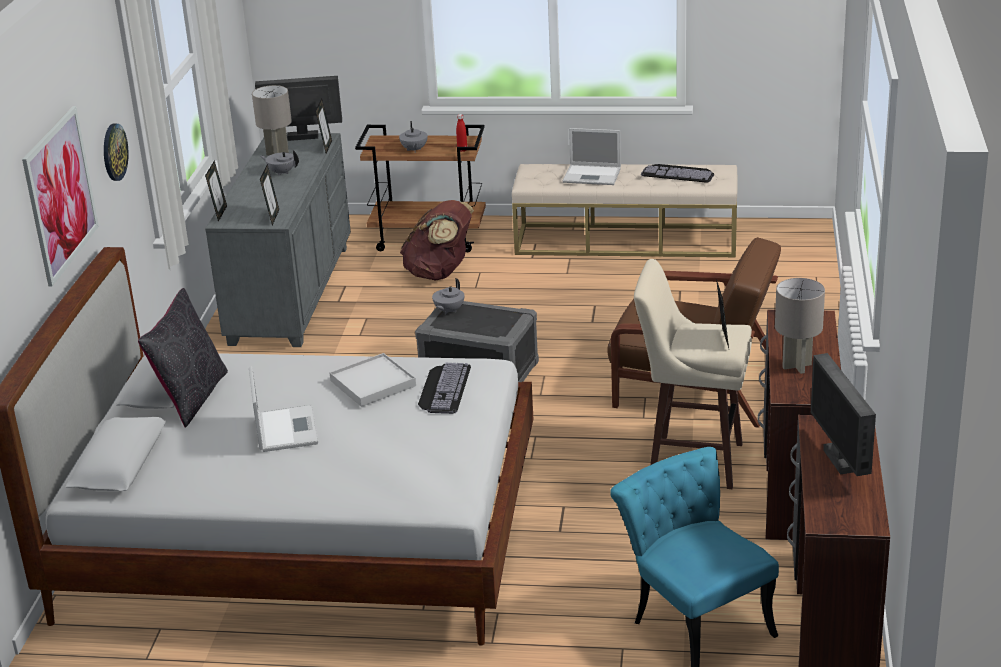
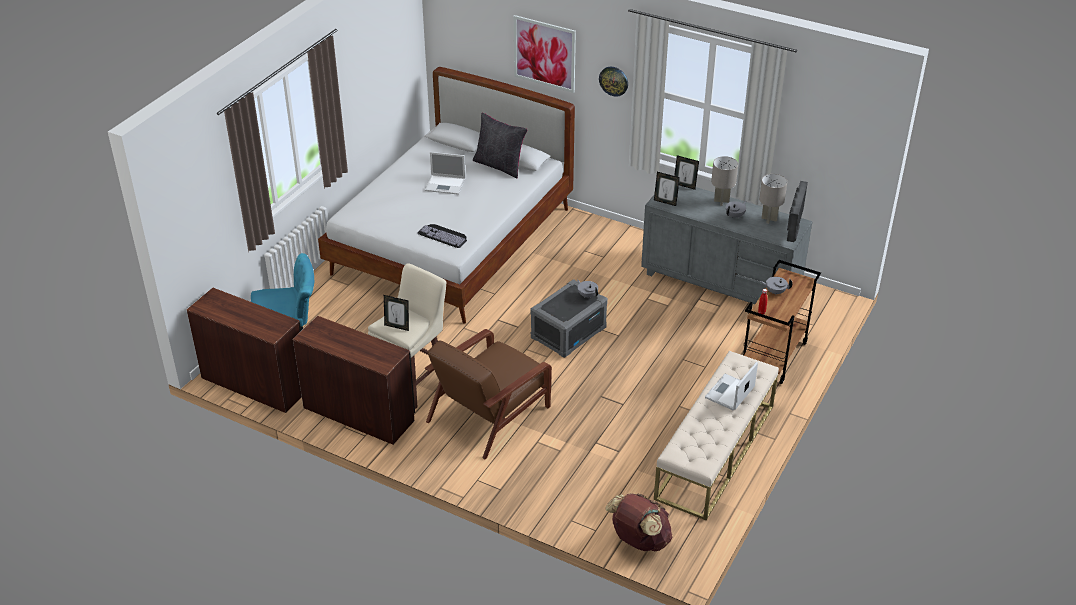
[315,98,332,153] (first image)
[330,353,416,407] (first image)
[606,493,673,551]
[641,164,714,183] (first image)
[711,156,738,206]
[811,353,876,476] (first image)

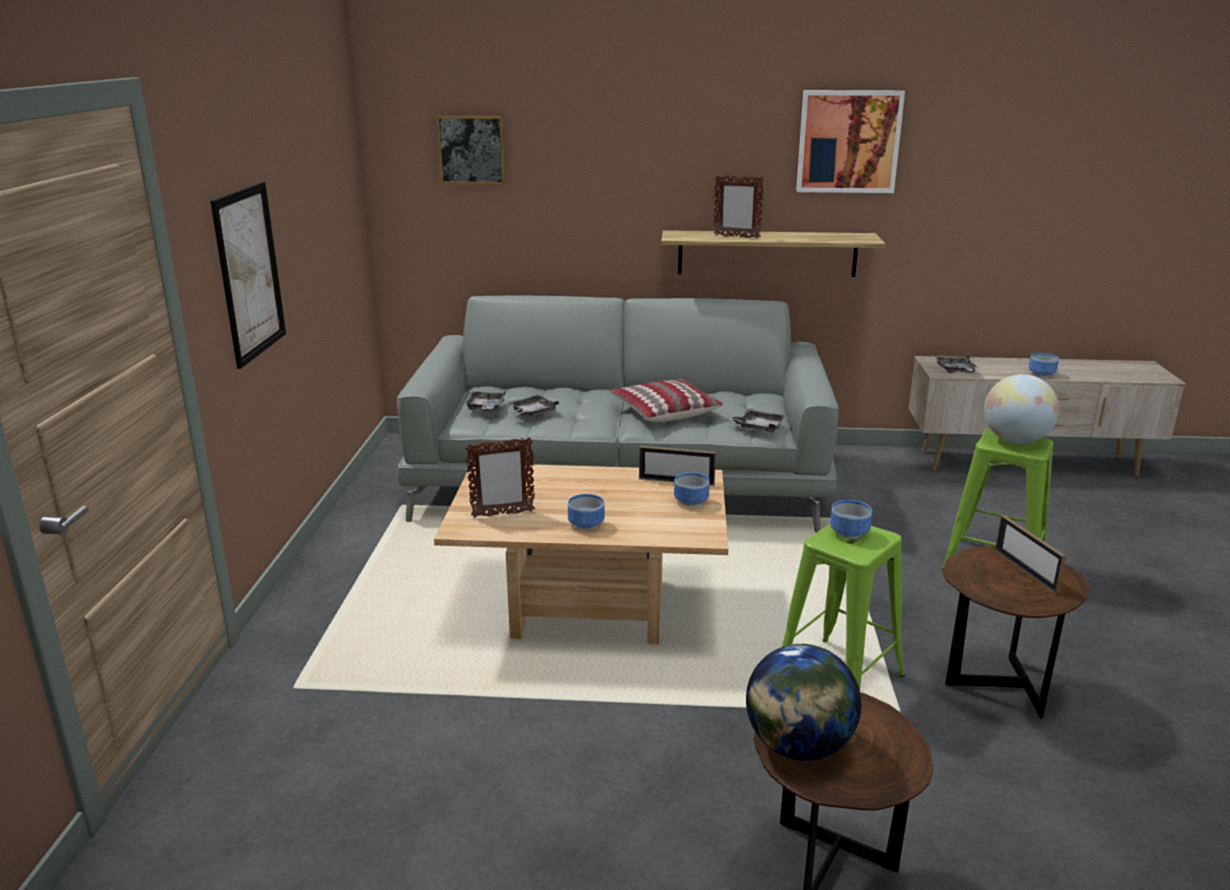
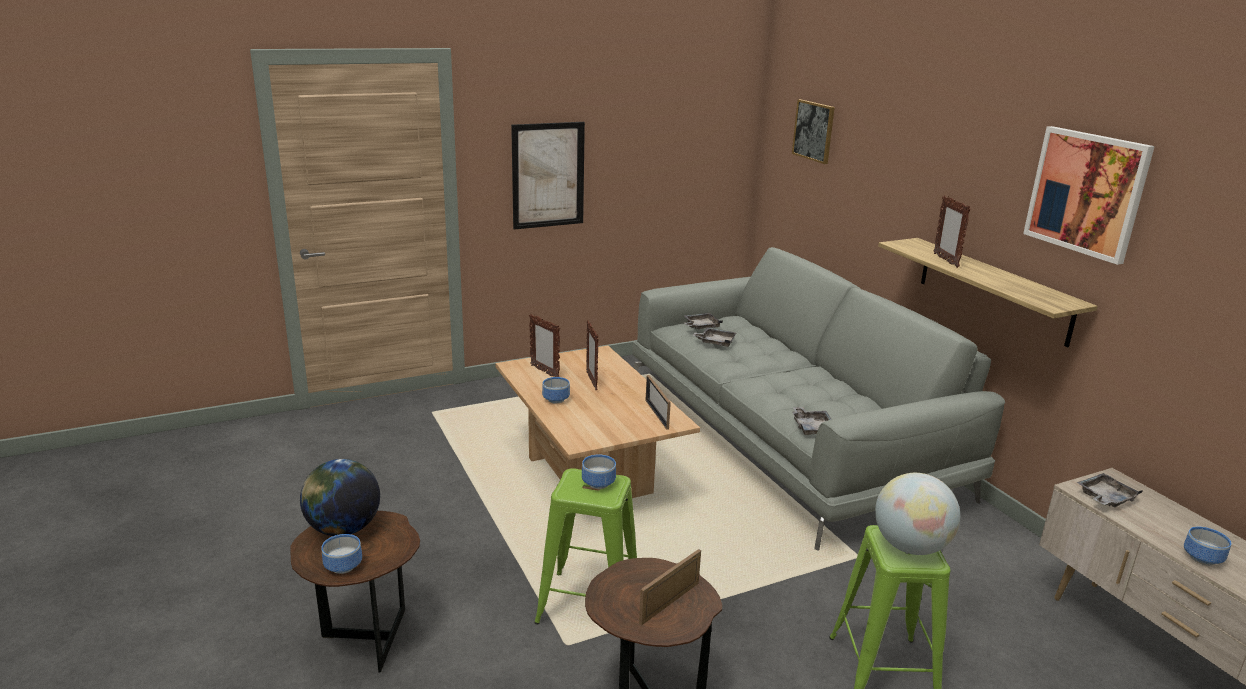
[610,379,723,422] (first image)
[321,534,362,574]
[586,320,599,391]

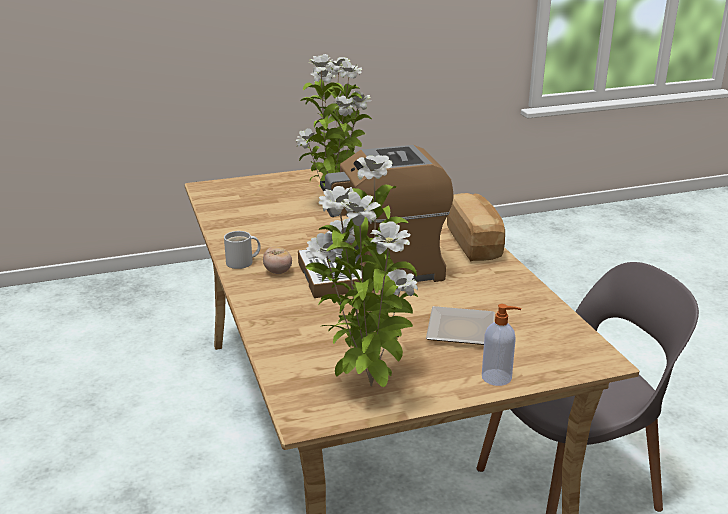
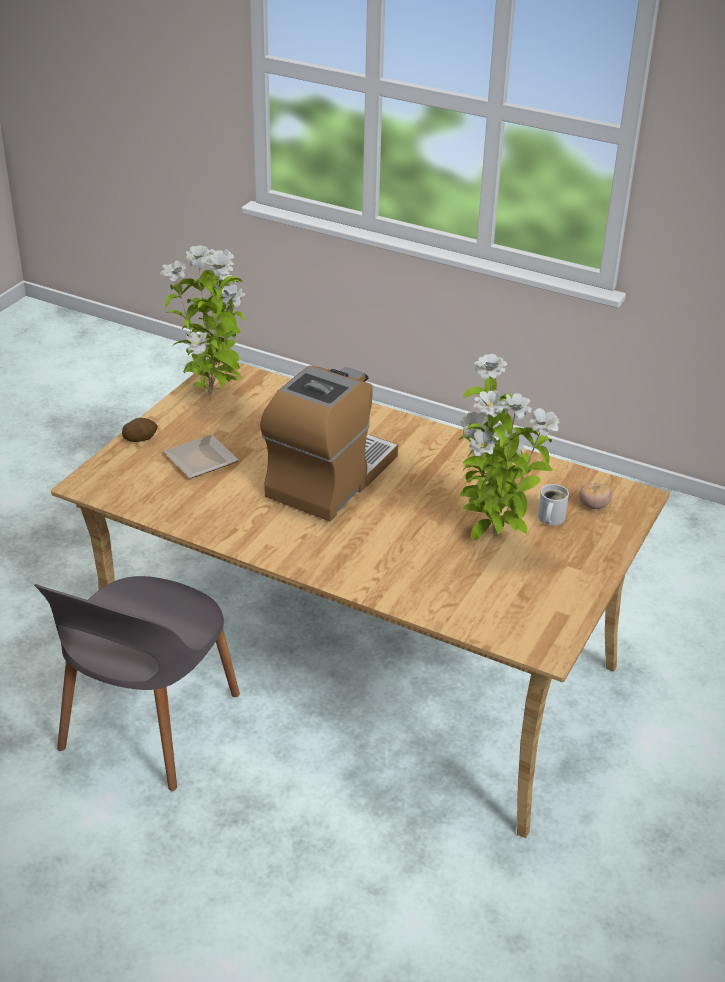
[538,484,569,525]
[579,483,612,509]
[447,193,505,261] (first image)
[122,418,158,442]

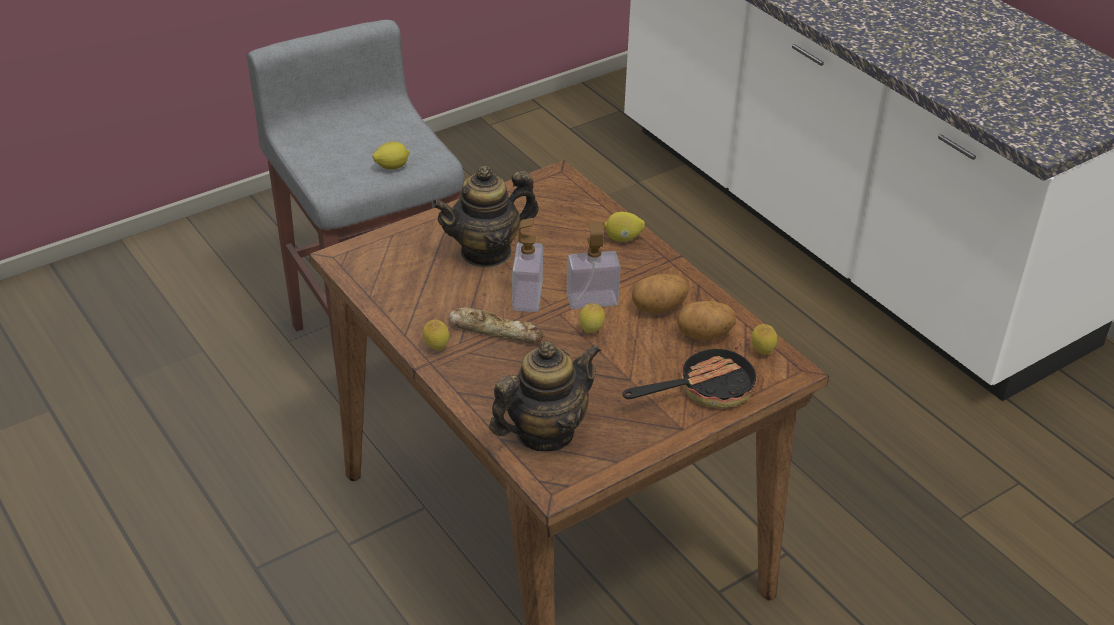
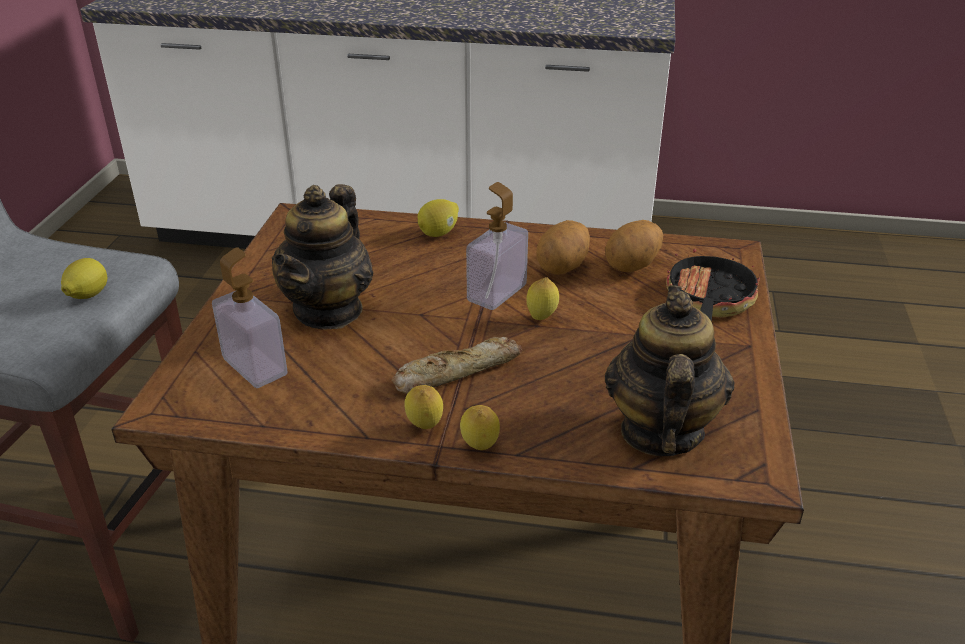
[212,247,287,388]
[460,405,500,450]

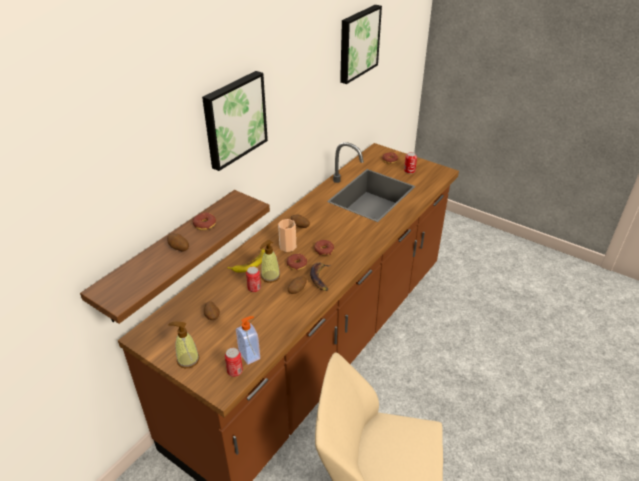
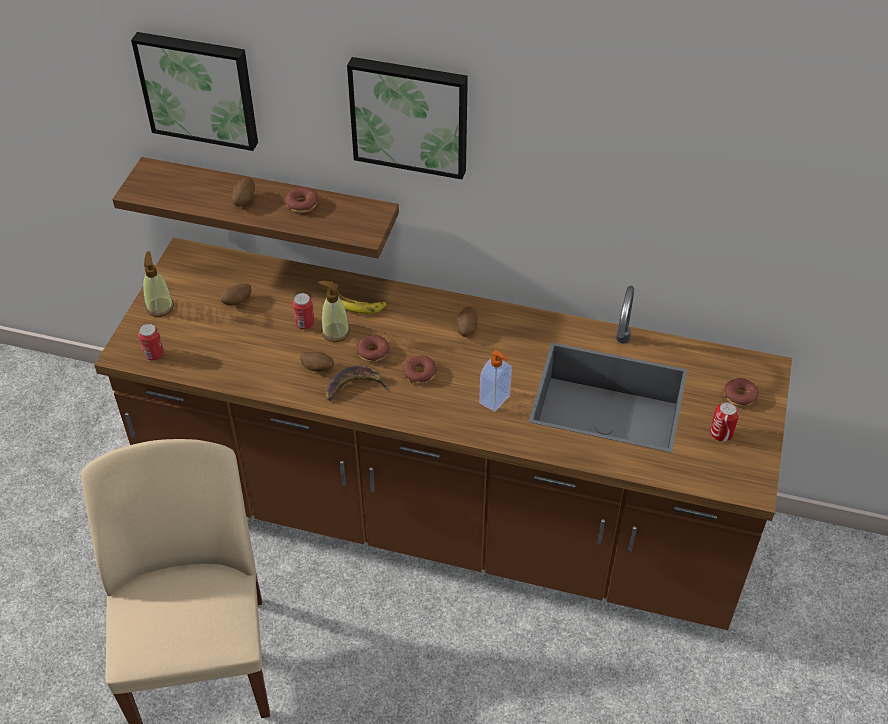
[479,350,512,412]
[278,219,296,252] (first image)
[131,32,258,151]

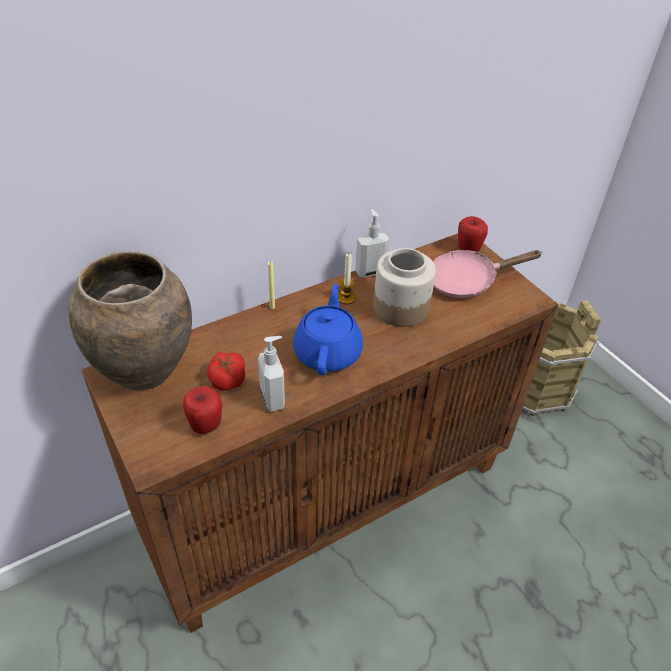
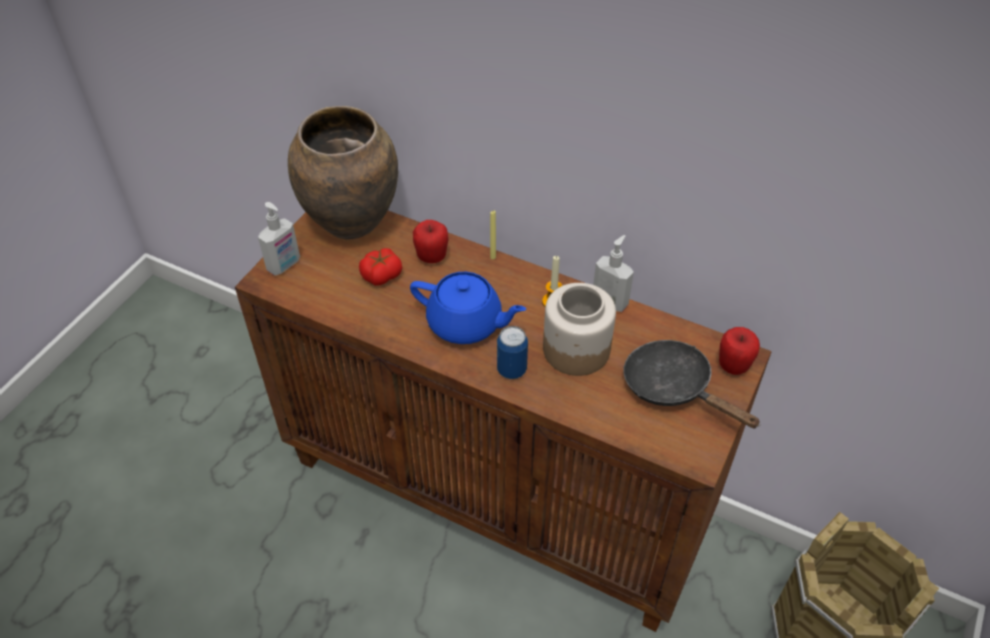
[413,220,449,263]
[258,202,300,276]
[410,272,526,344]
[623,340,761,428]
[497,326,528,379]

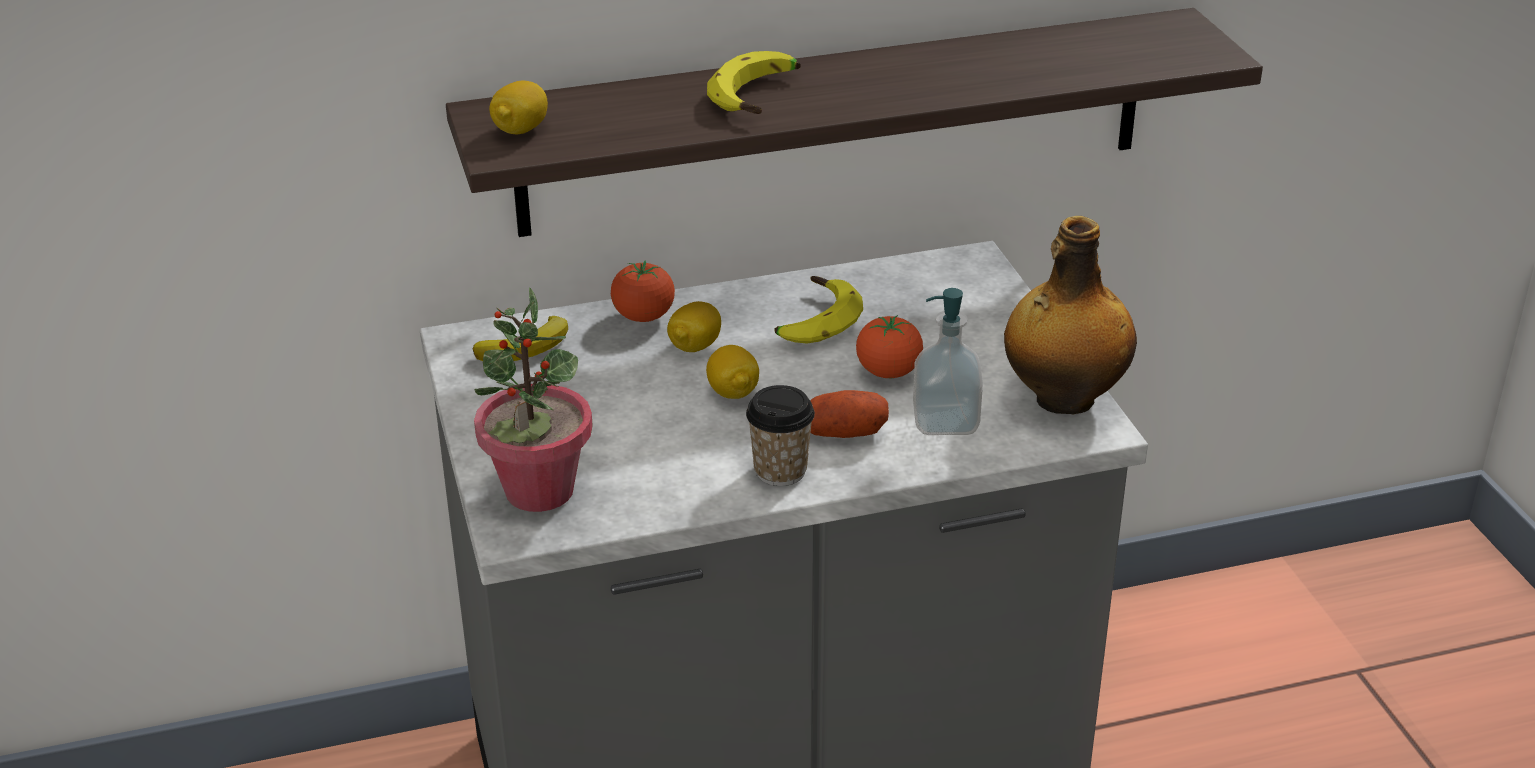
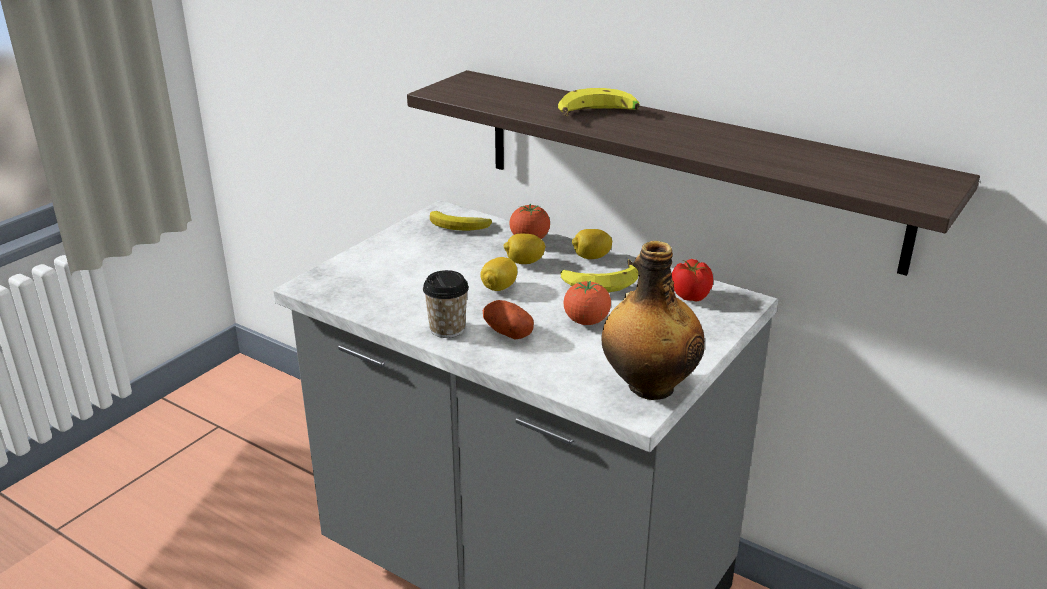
[474,287,593,512] (first image)
[572,229,612,259]
[913,288,983,435] (first image)
[672,259,713,302]

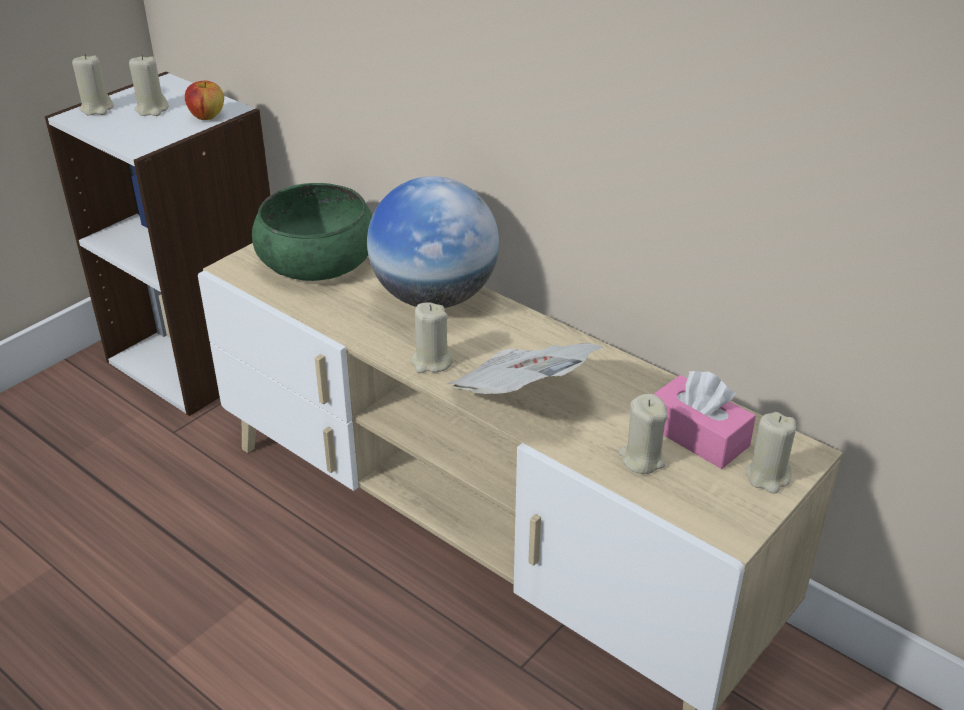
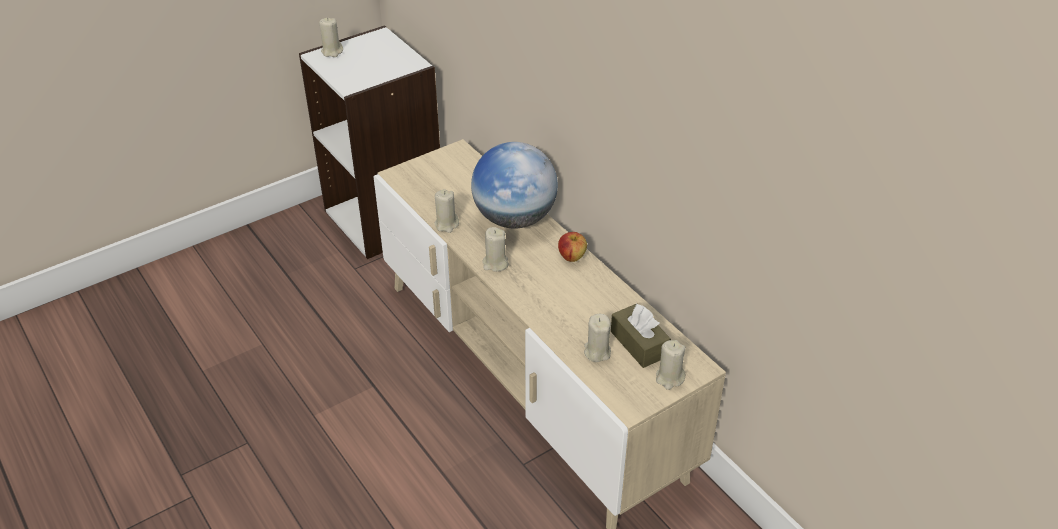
[434,189,459,233]
[558,232,587,262]
[252,183,372,281] (first image)
[447,343,603,394] (first image)
[611,303,671,368]

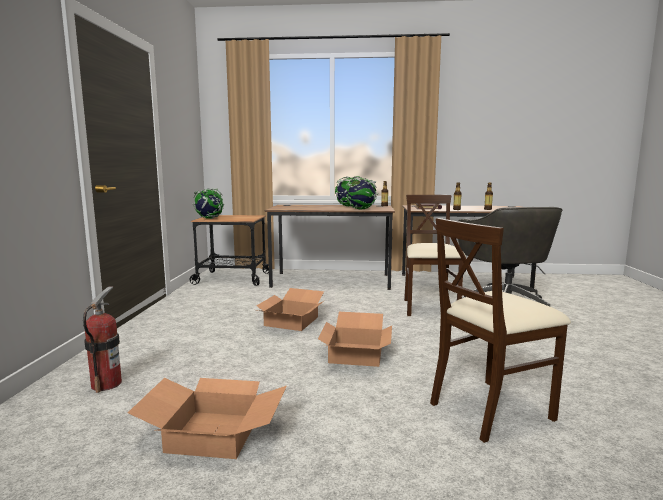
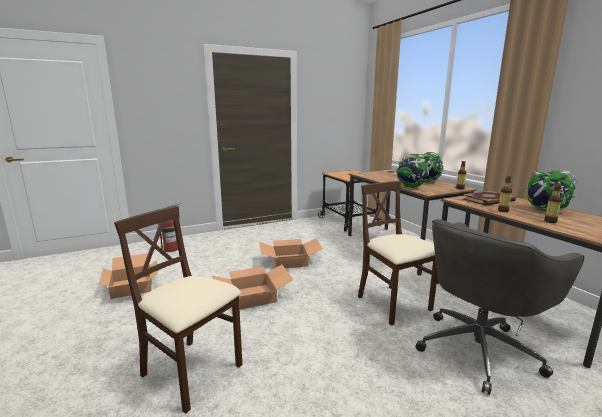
[524,169,578,212]
[358,181,437,326]

